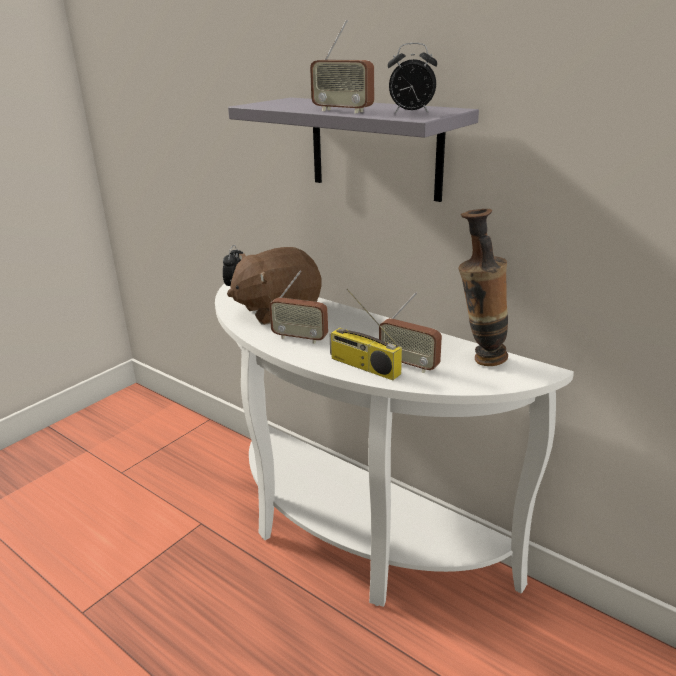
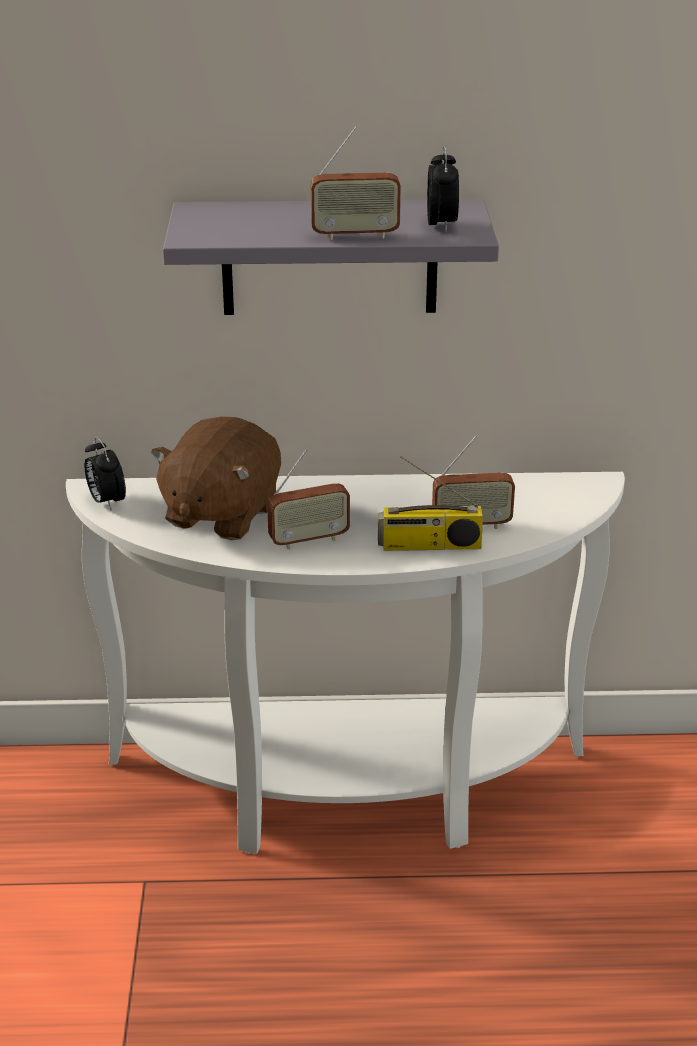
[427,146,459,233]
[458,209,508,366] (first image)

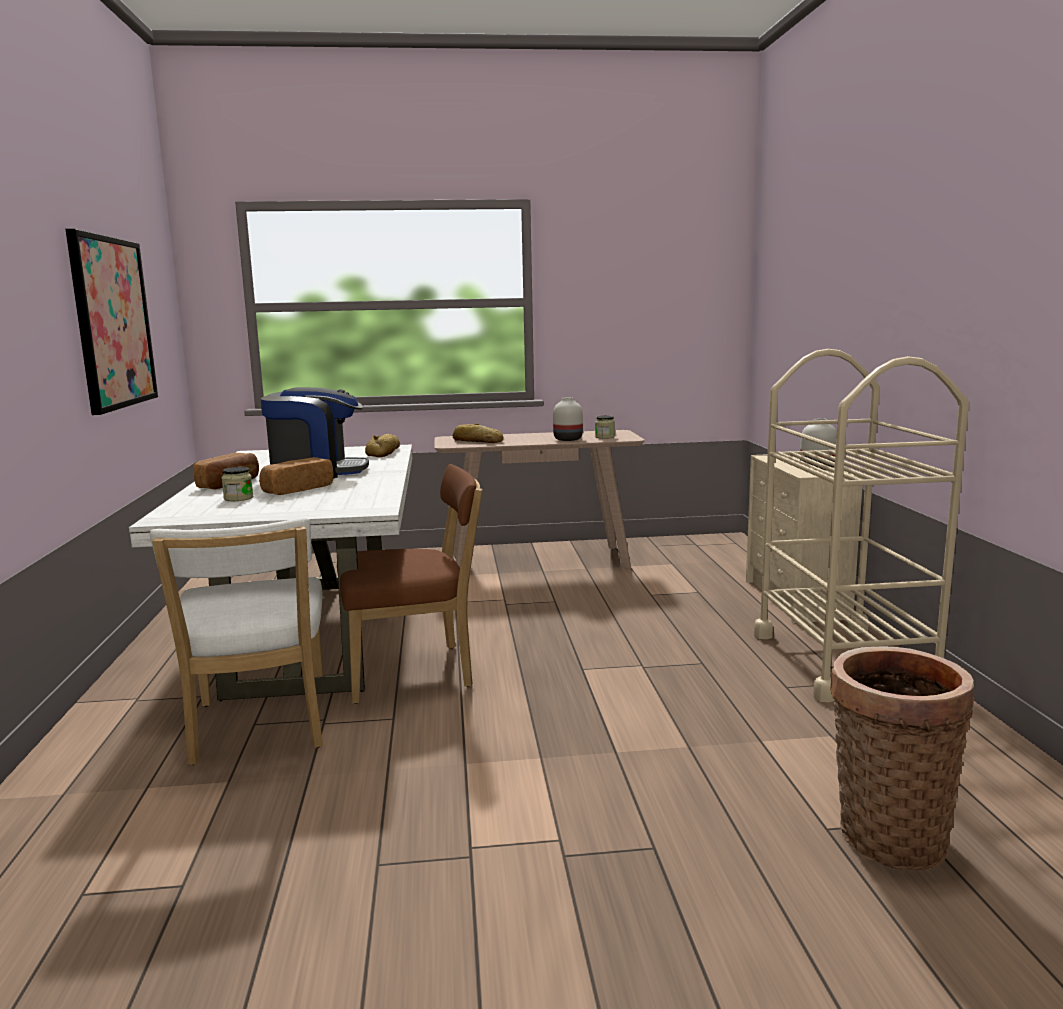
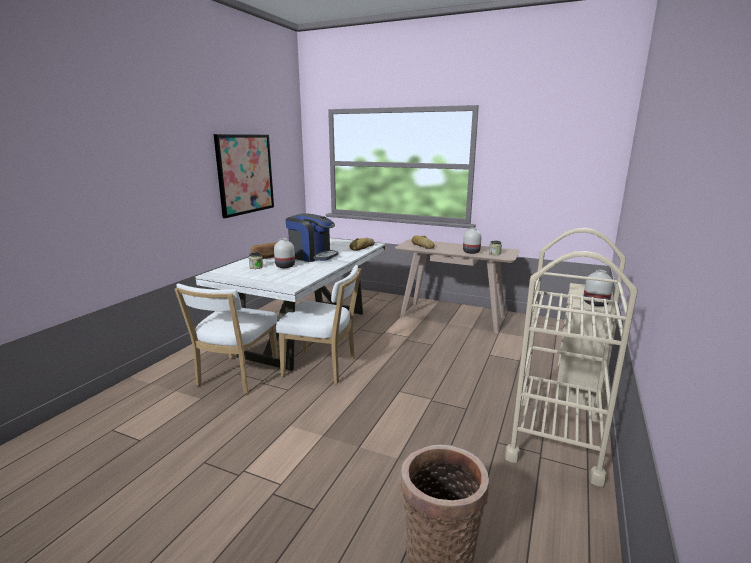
[274,238,295,268]
[276,265,361,384]

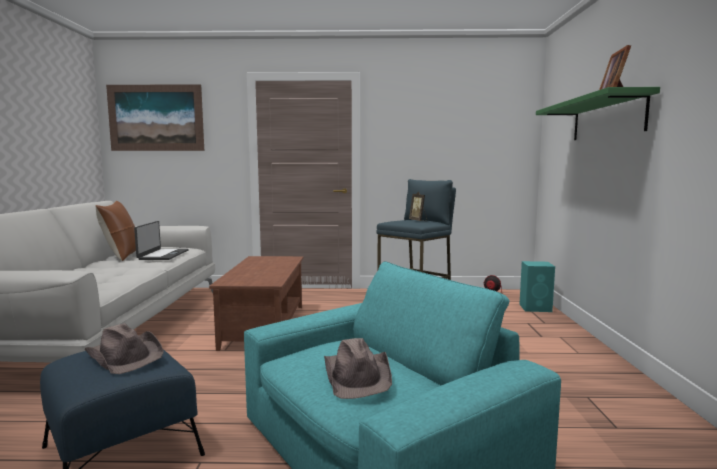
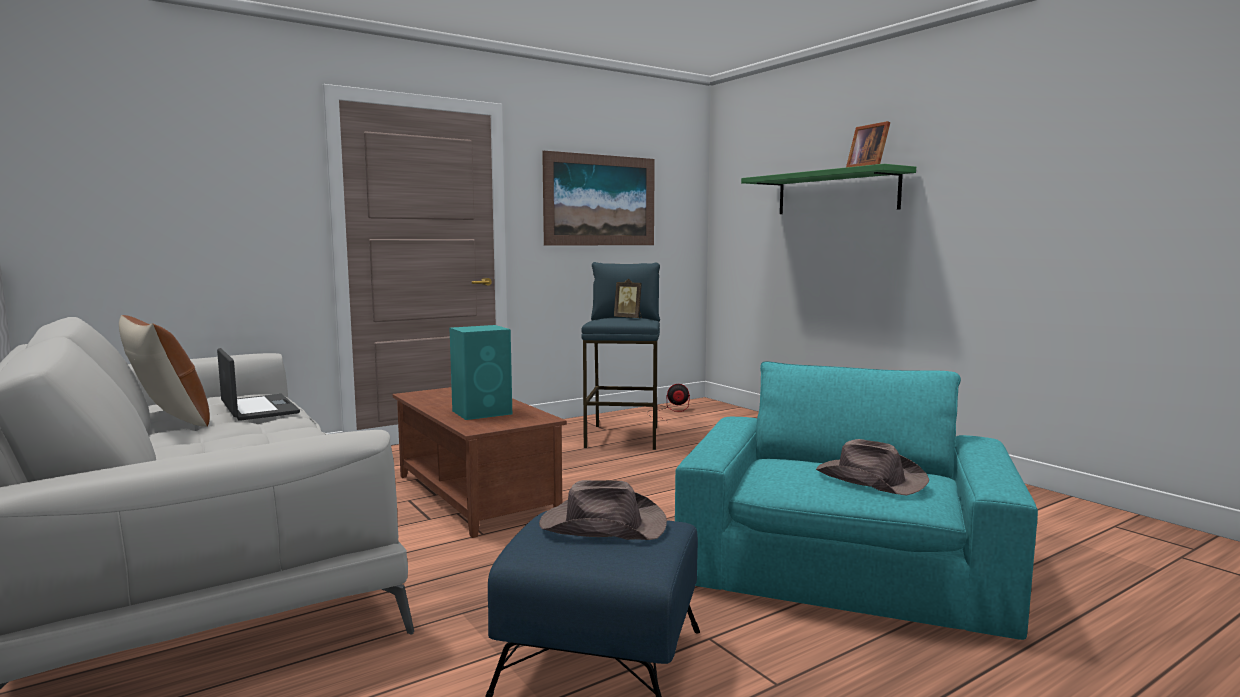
[542,151,655,246]
[450,325,512,420]

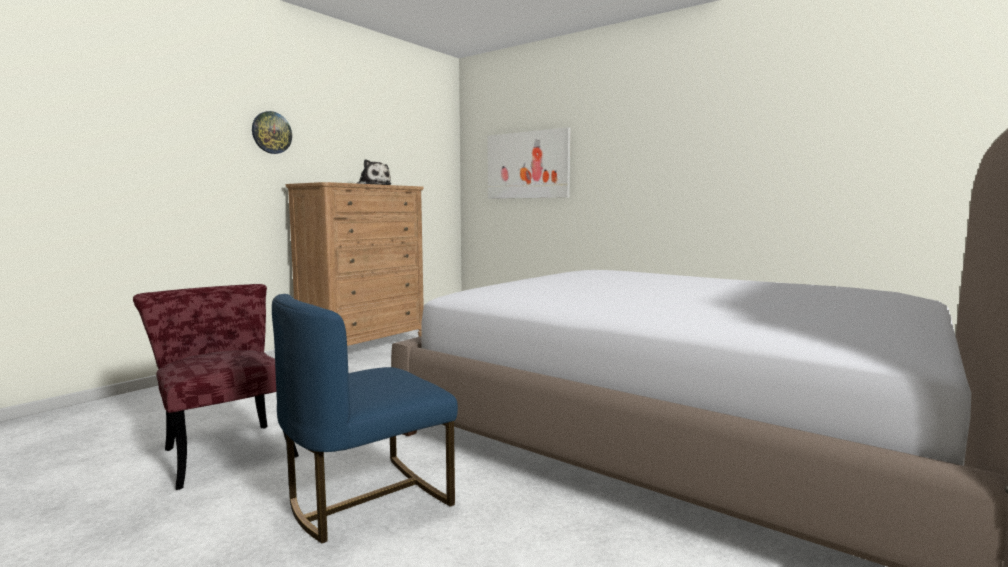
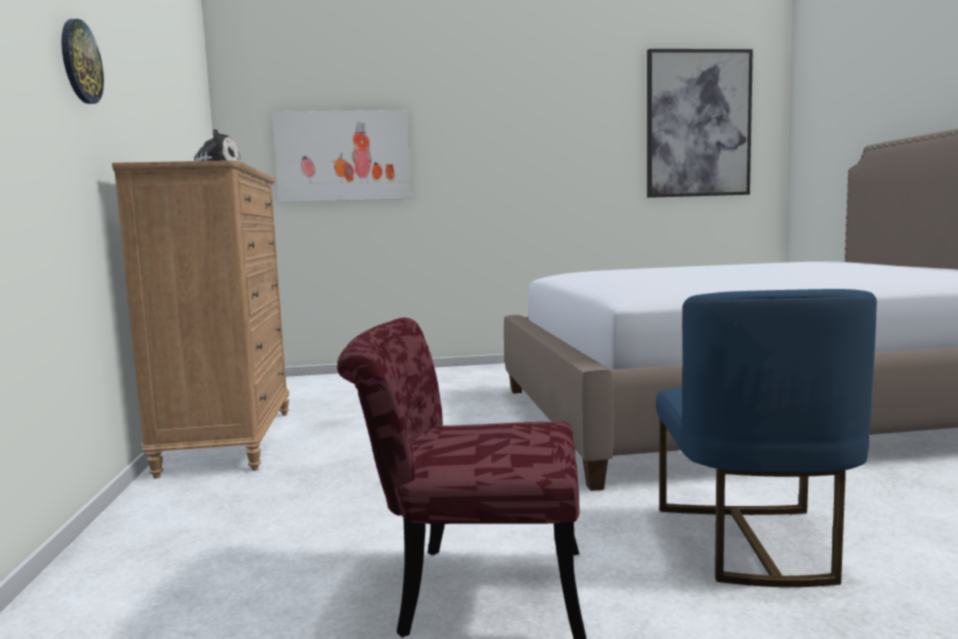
[647,49,753,198]

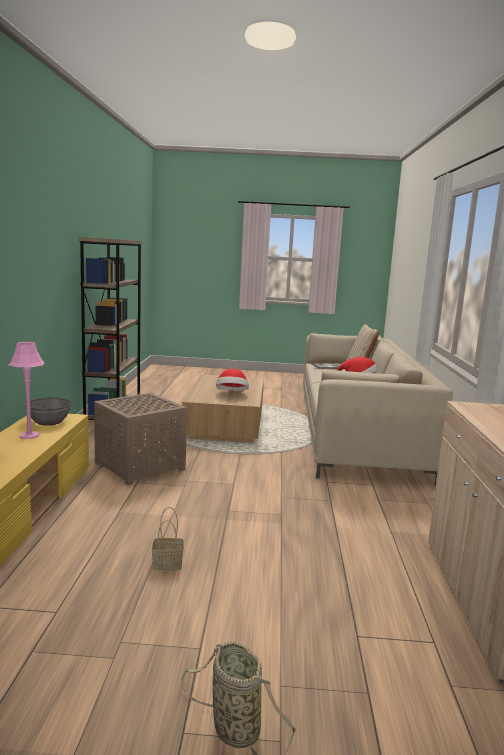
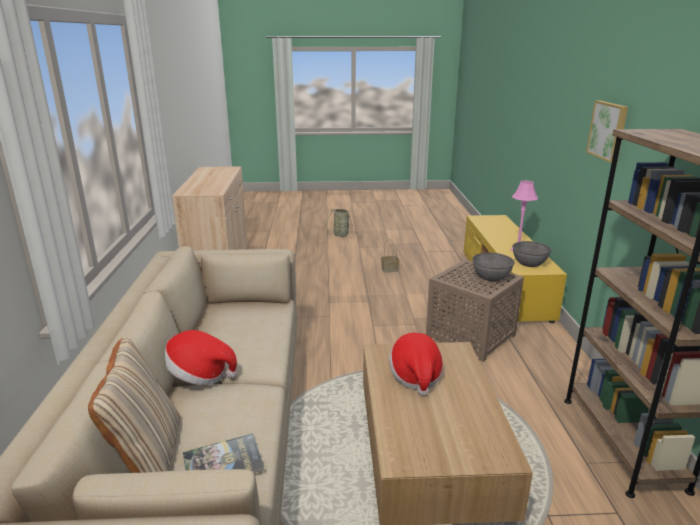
[472,253,515,281]
[586,101,628,163]

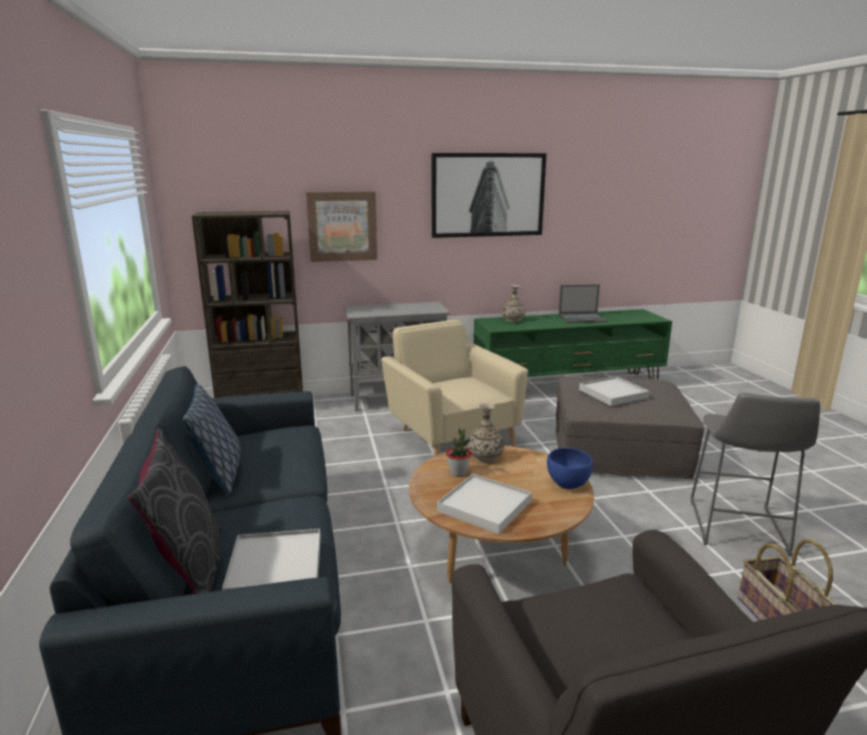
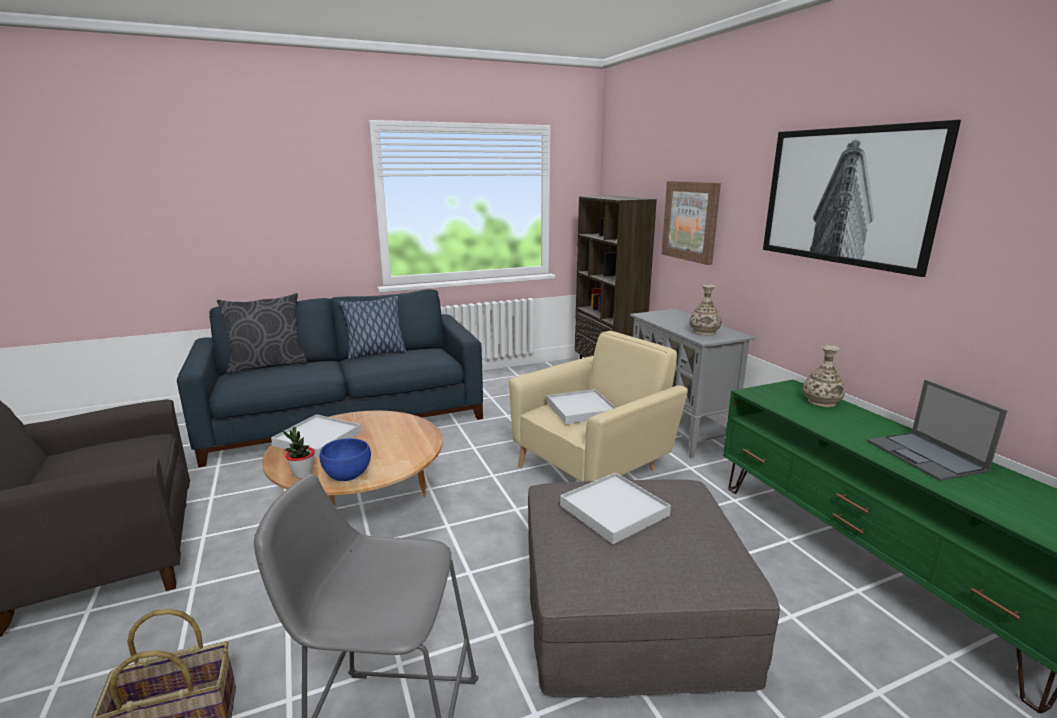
[547,389,616,424]
[282,427,315,478]
[689,285,722,335]

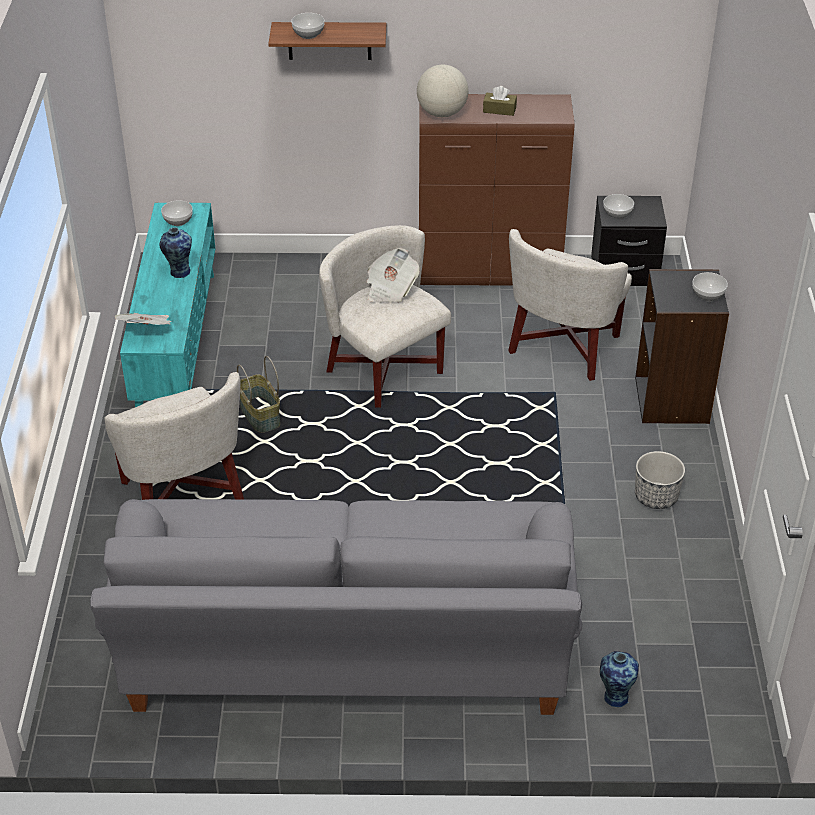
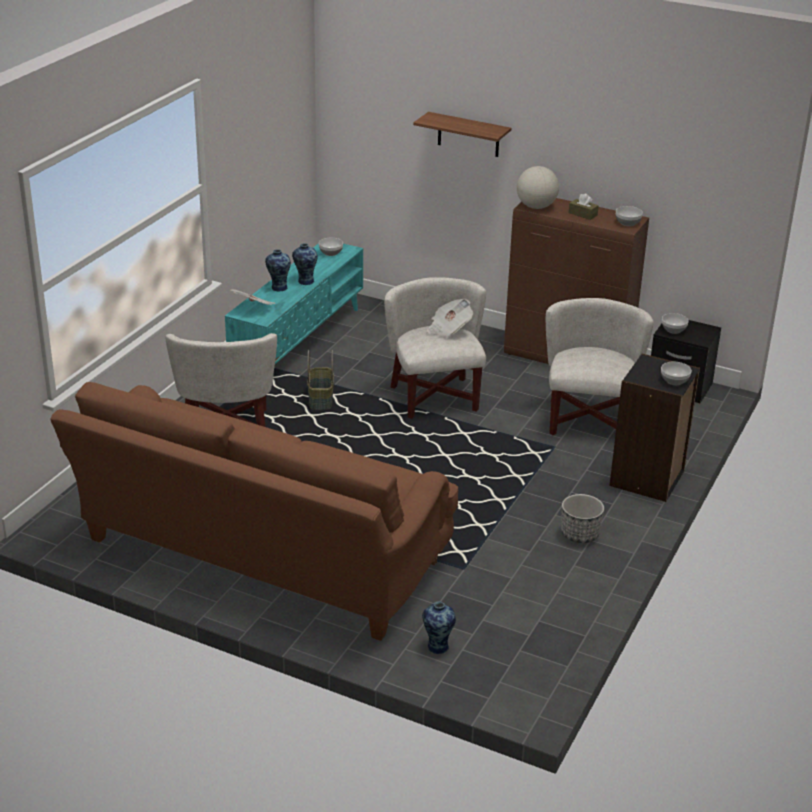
[50,382,458,641]
[616,206,643,226]
[546,298,654,435]
[265,249,291,292]

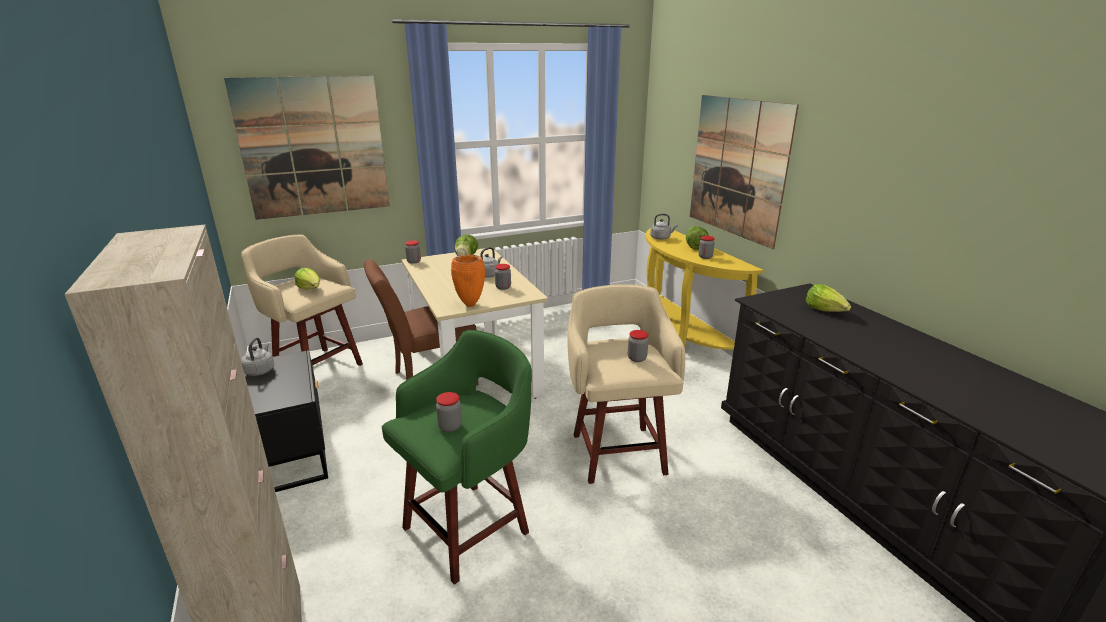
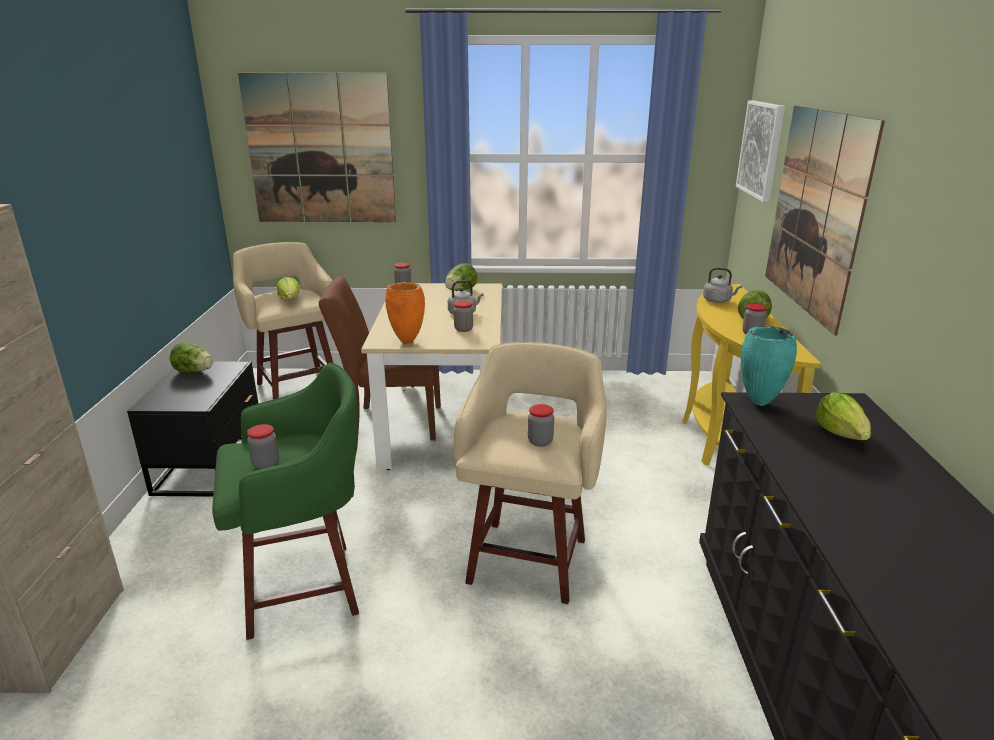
[170,342,213,373]
[736,101,785,202]
[741,326,797,406]

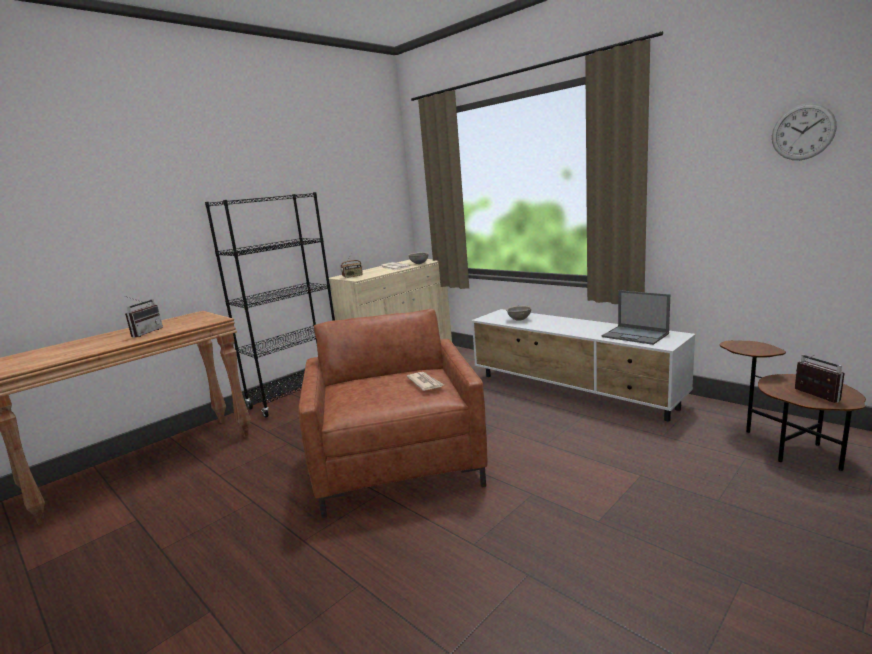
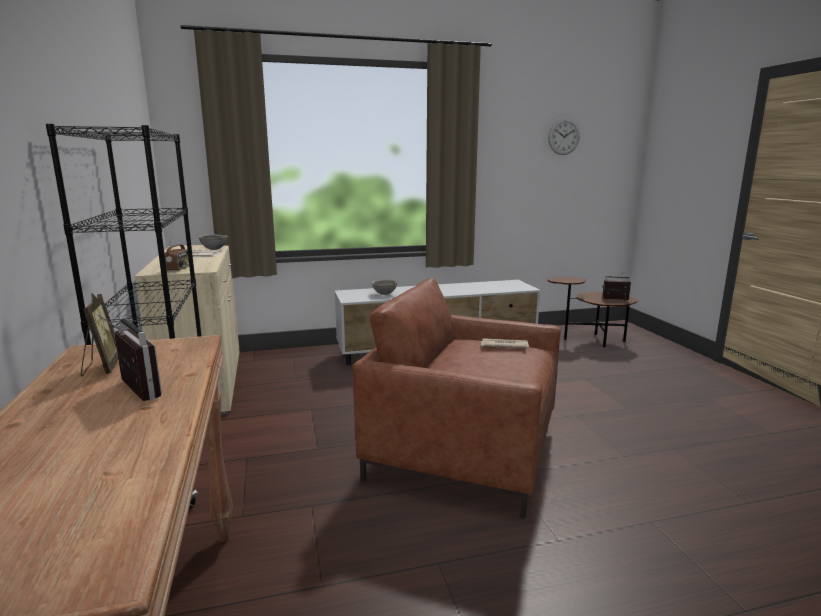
[602,290,670,345] (first image)
[81,293,118,376]

